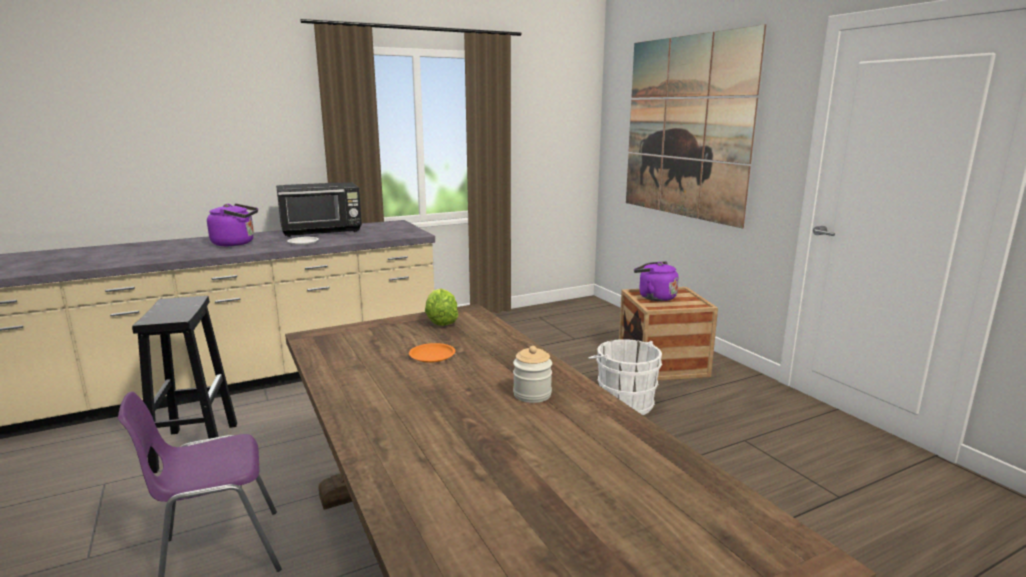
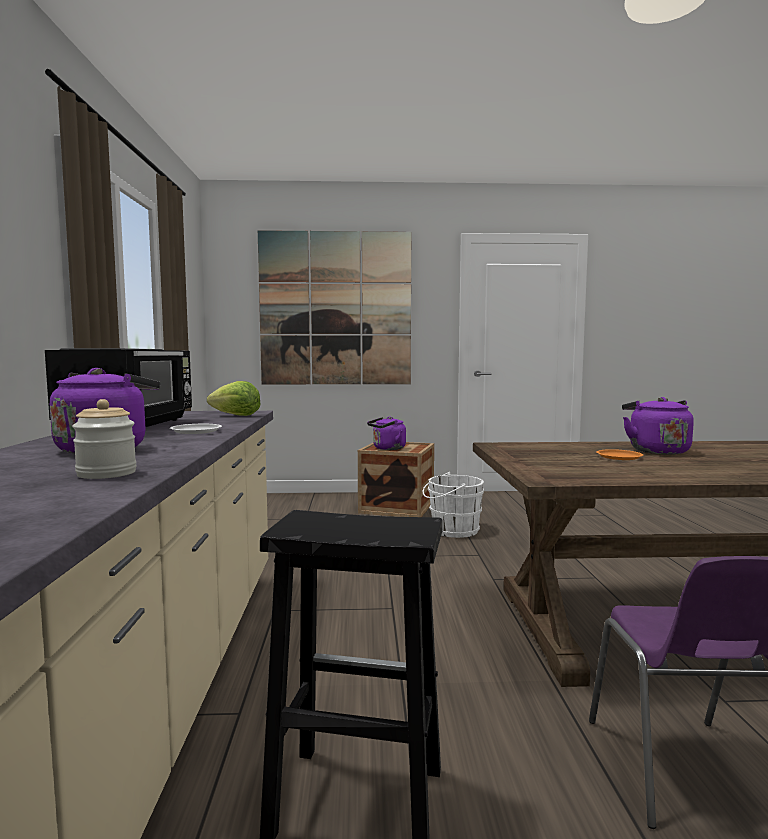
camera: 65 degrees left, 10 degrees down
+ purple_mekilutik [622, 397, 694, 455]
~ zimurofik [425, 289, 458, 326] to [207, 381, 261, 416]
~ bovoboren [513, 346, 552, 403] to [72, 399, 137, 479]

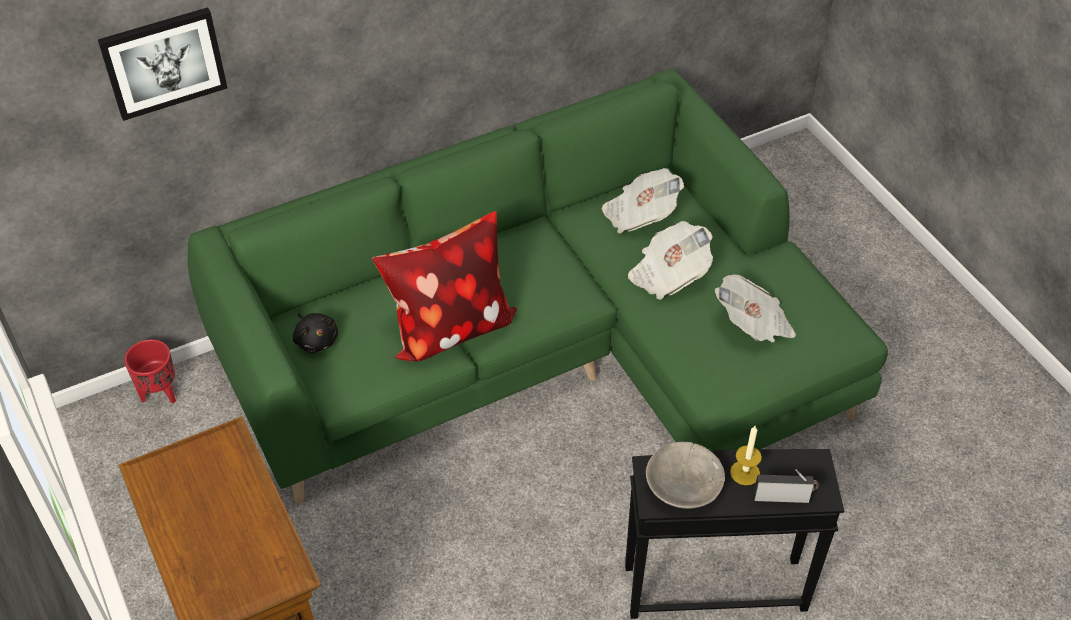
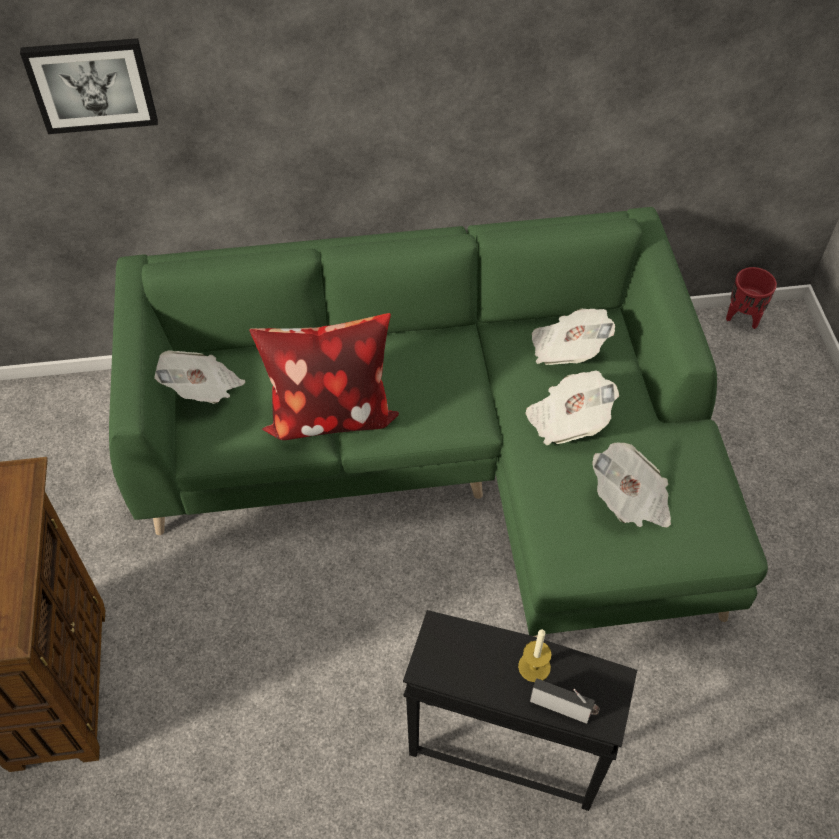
camera: 20 degrees right, 5 degrees up
- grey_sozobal [646, 442, 725, 509]
~ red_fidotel [124, 339, 176, 403] to [726, 267, 777, 329]
~ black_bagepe [293, 313, 338, 353] to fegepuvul [154, 350, 245, 404]

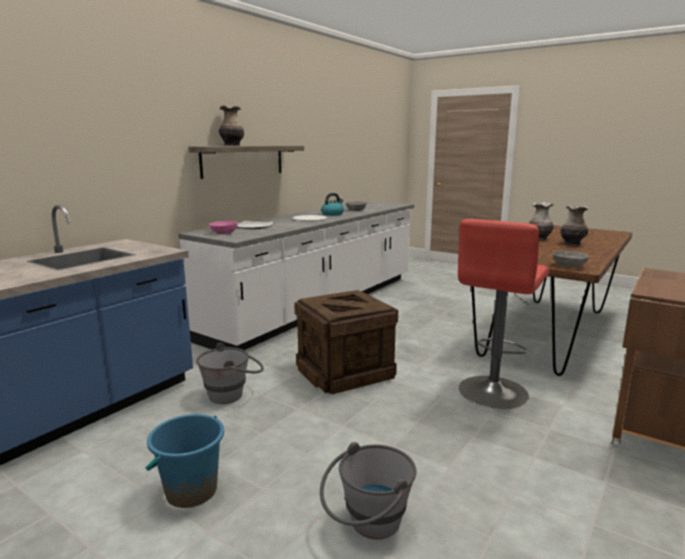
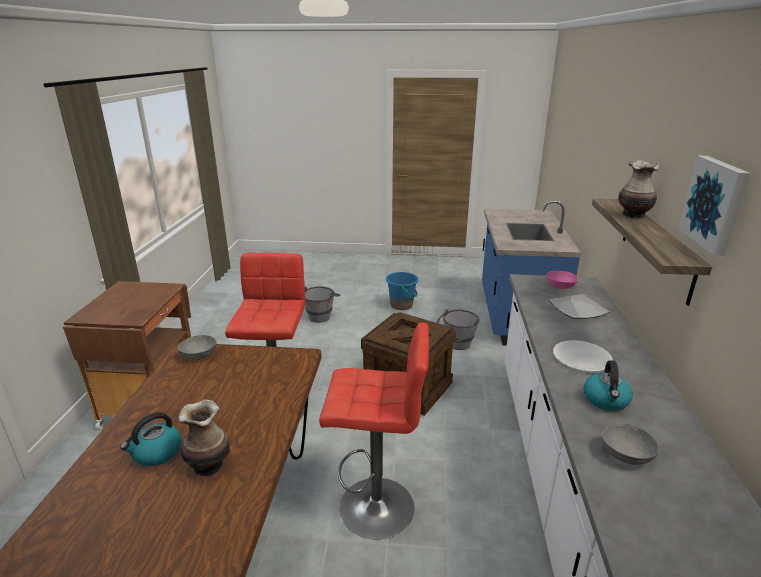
camera: 150 degrees right, 10 degrees up
+ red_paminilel [319, 322, 429, 540]
+ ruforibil [678, 156, 751, 256]
~ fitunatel [560, 205, 589, 245] to mekilutik [120, 412, 181, 466]

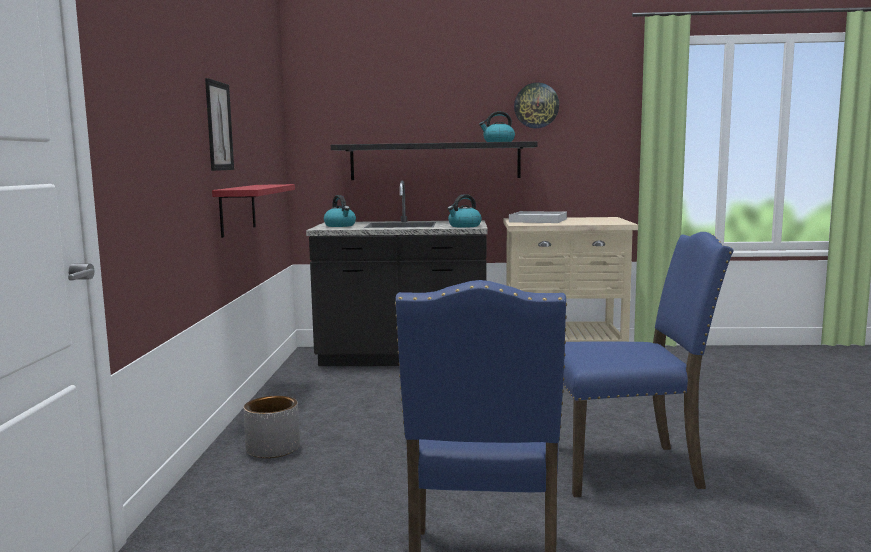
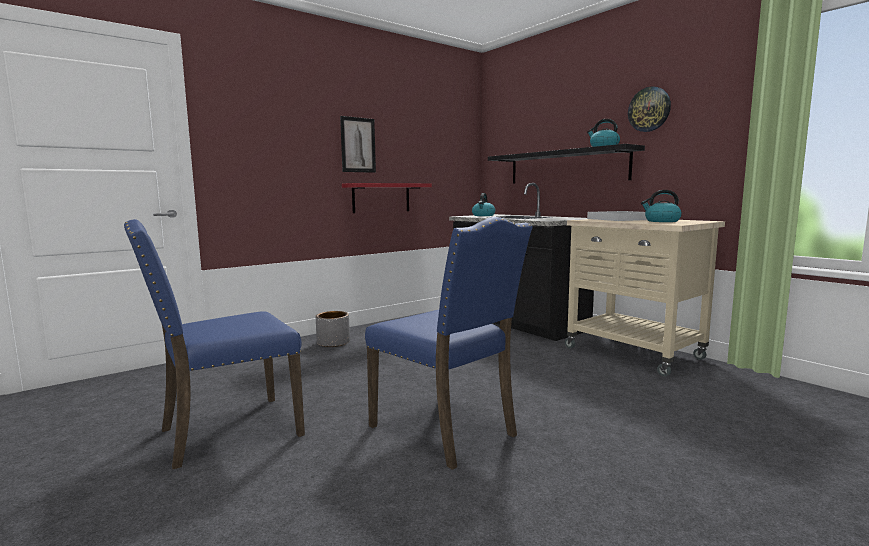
camera: 50 degrees right, 0 degrees up
~ mekilutik [447, 194, 482, 228] to [641, 190, 682, 222]

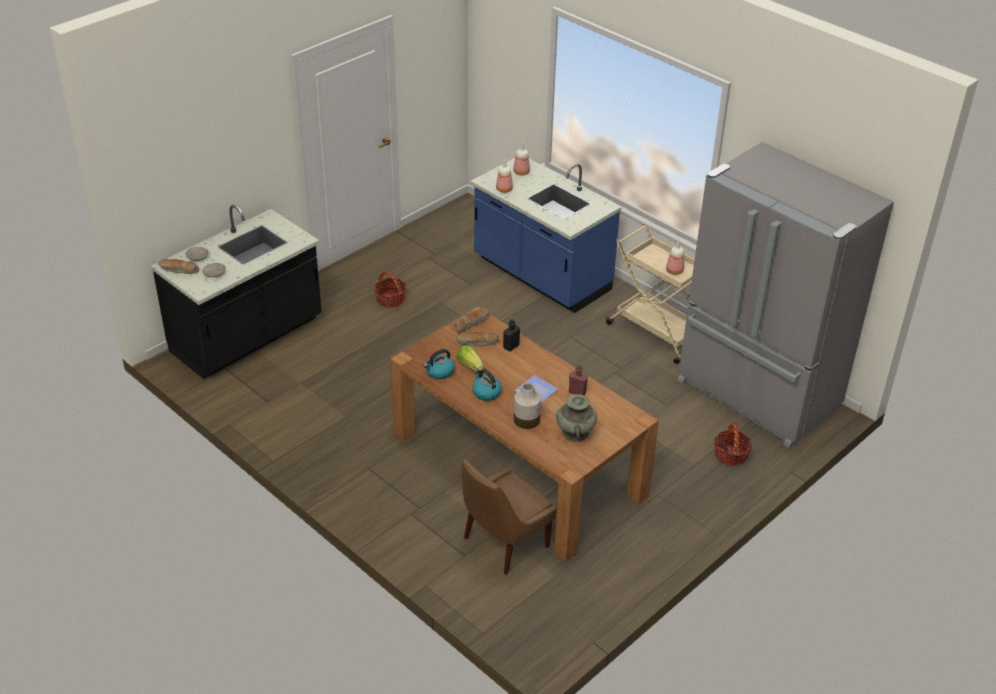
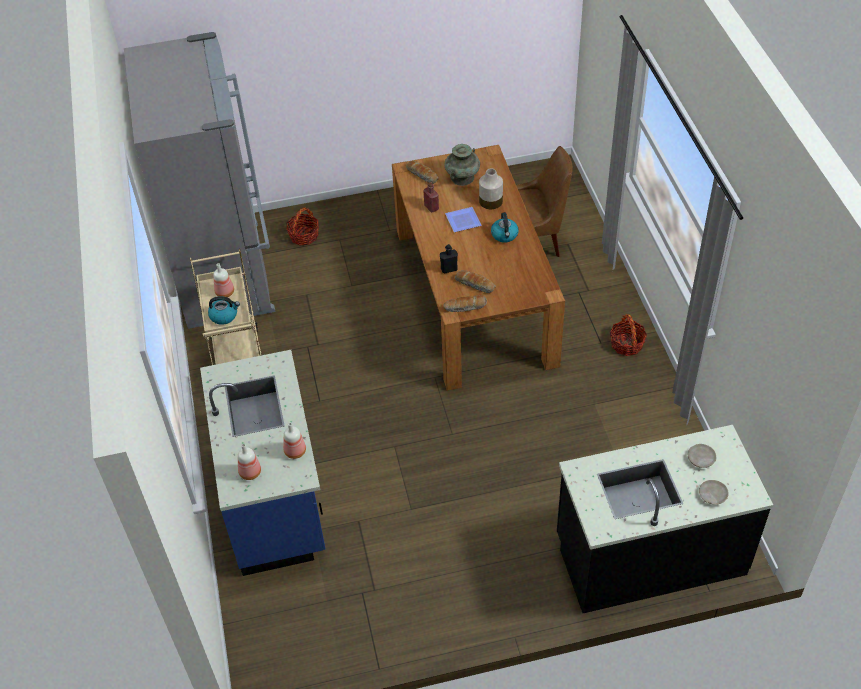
camera: 145 degrees left, 10 degrees up
- zimurofik [457, 345, 484, 371]
~ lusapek [158, 259, 199, 274] to [406, 161, 439, 184]
~ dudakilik [374, 270, 406, 308] to [610, 314, 647, 356]
~ mekilutik [423, 349, 455, 379] to [208, 296, 240, 325]

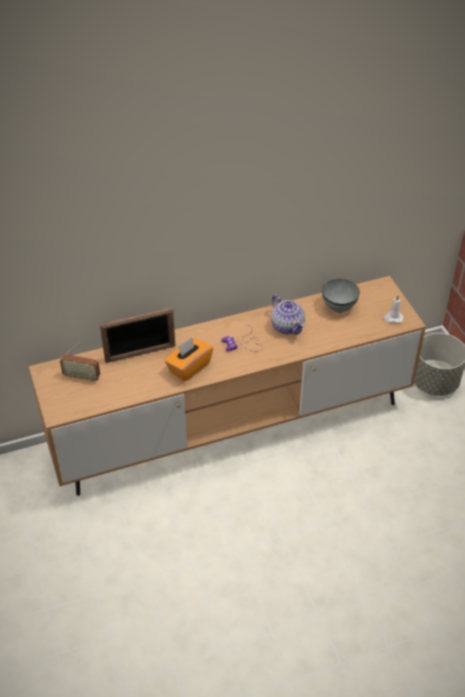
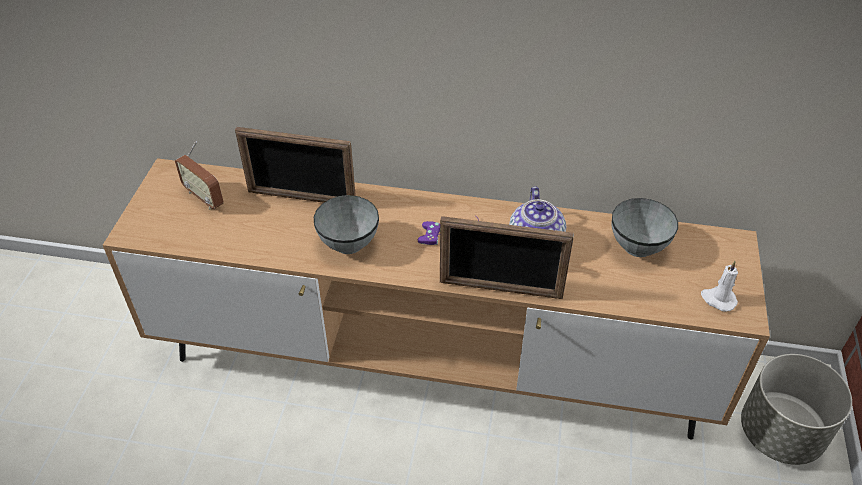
camera: 30 degrees right, 0 degrees up
+ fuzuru [440, 216, 574, 299]
~ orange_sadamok [165, 338, 213, 382] to grey_sozobal [314, 195, 379, 254]

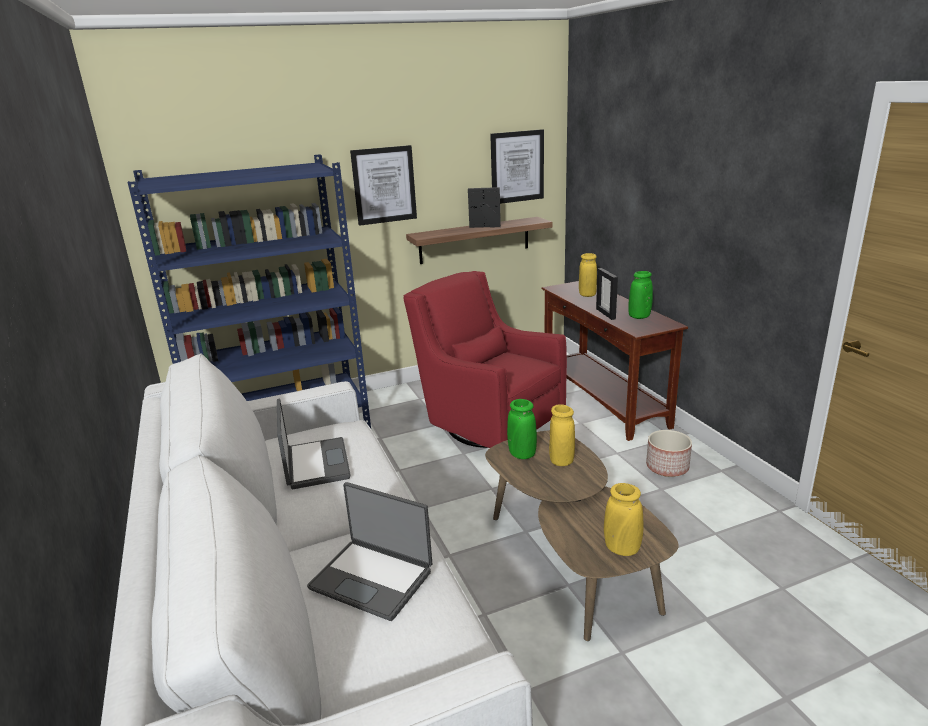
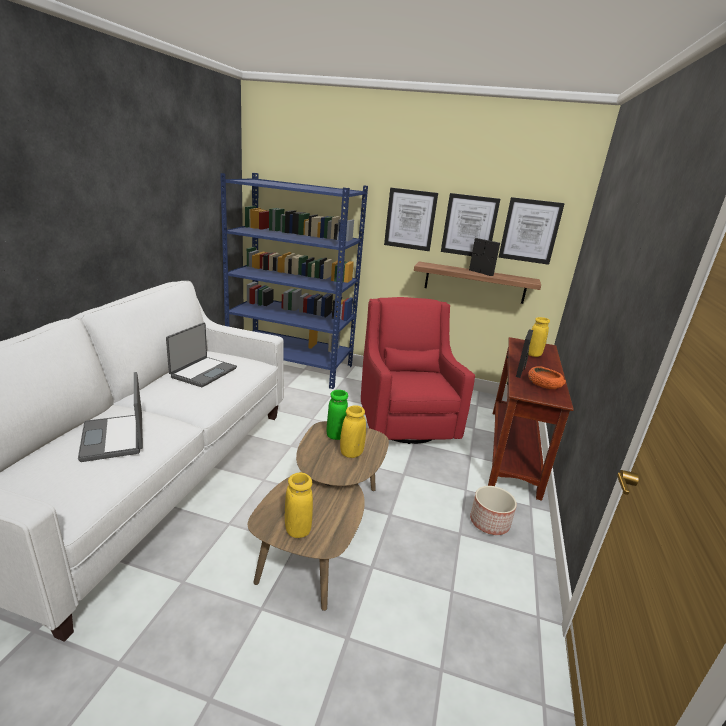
camera: 35 degrees right, 0 degrees up
+ ruforibil [441, 193, 500, 256]
~ green_fitunatel [628, 271, 653, 319] to orange_sozobal [528, 366, 566, 389]

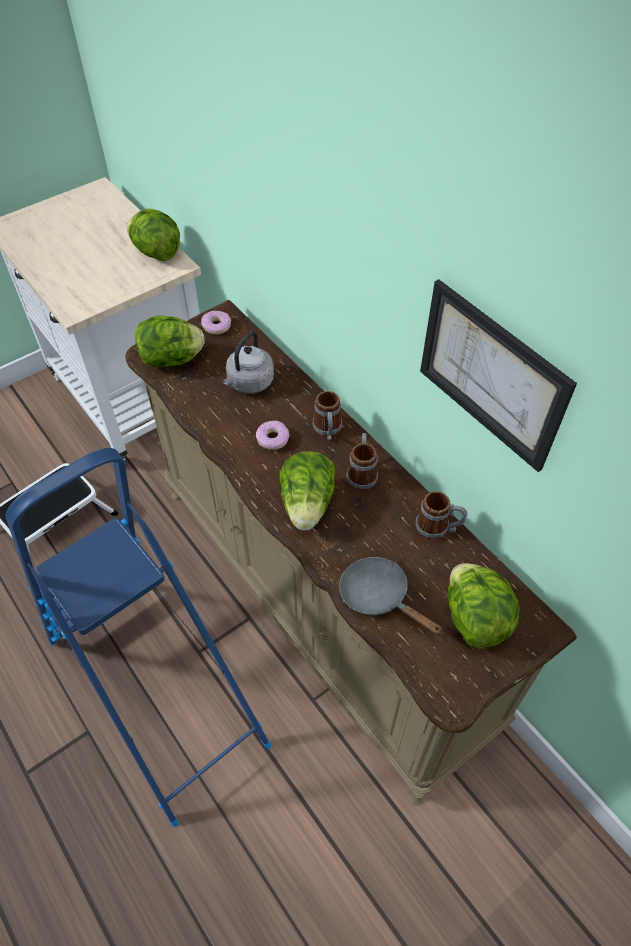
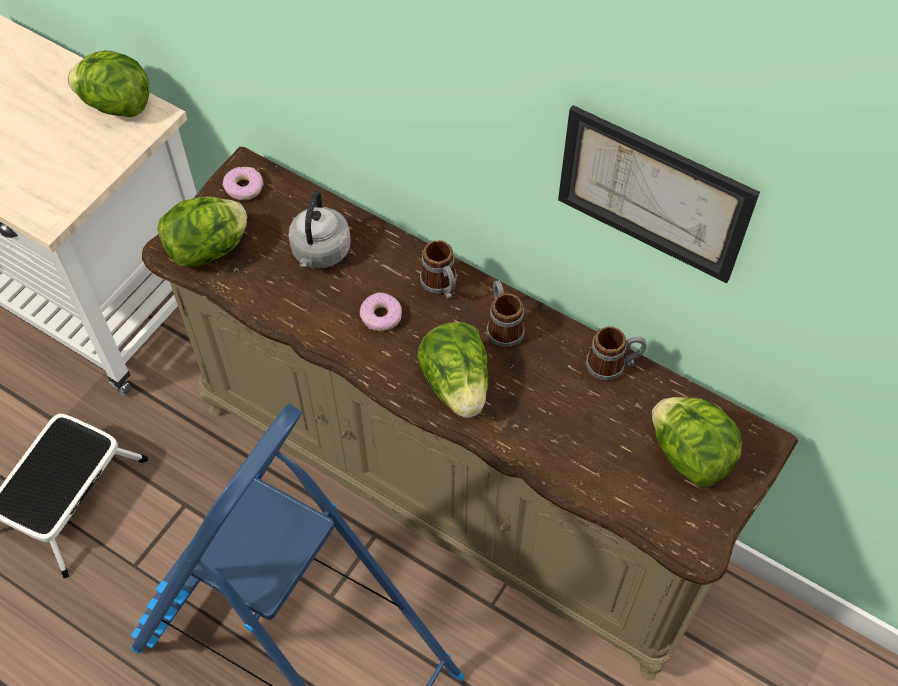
camera: 20 degrees left, 5 degrees up
- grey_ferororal [339, 557, 444, 635]

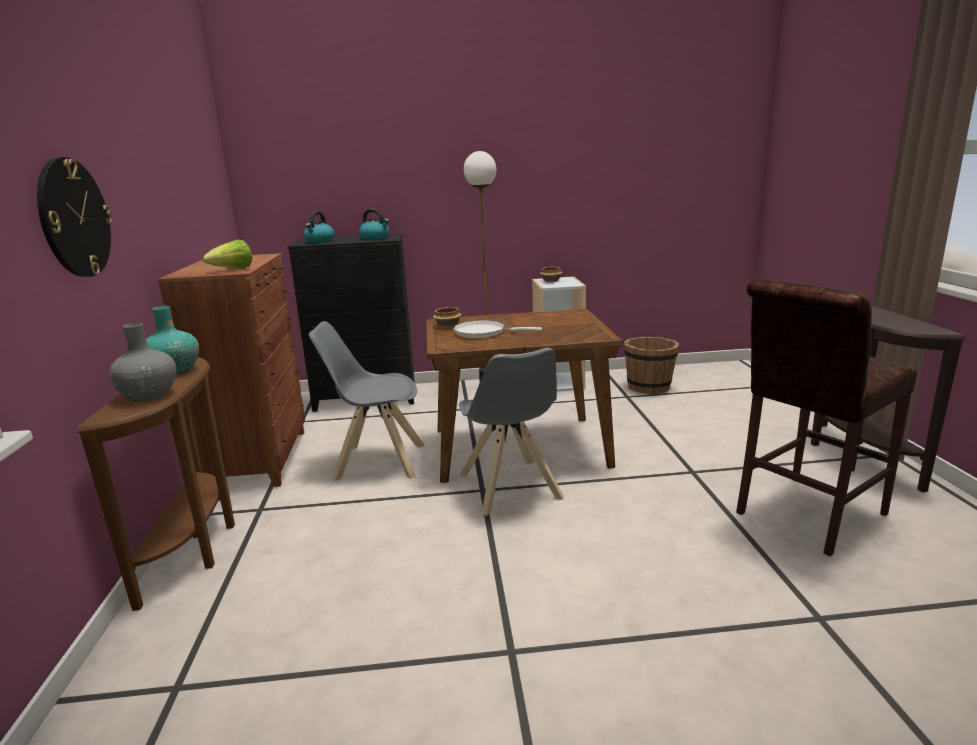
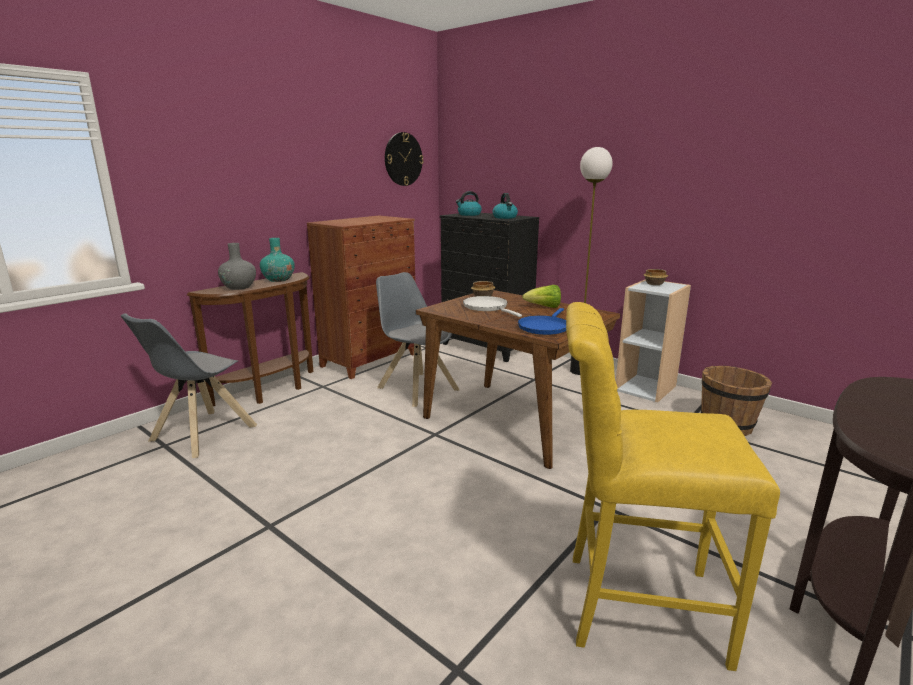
camera: 45 degrees right, 0 degrees up
+ blue_ferororal [518, 308, 566, 335]
~ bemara [37, 157, 113, 277] to [385, 132, 424, 186]
~ zimurofik [203, 240, 252, 269] to [522, 285, 561, 308]
~ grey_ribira [459, 347, 564, 516] to [121, 313, 257, 458]
~ brown_paminilel [736, 279, 917, 556] to yellow_paminilel [566, 302, 780, 671]

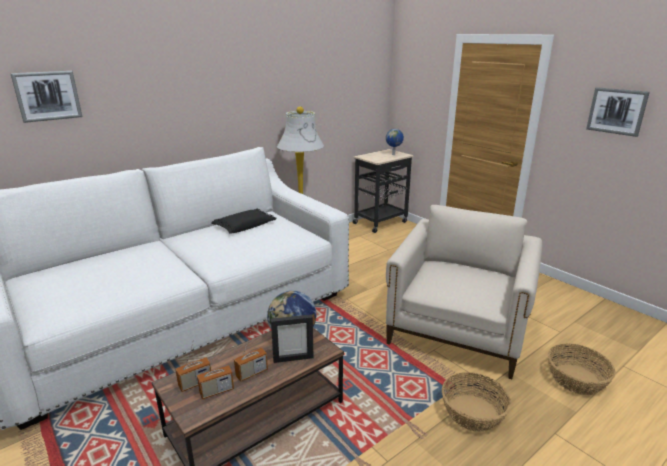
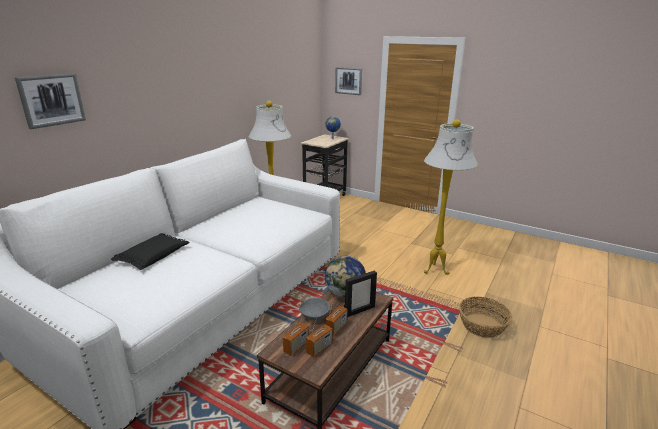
camera: 20 degrees left, 0 degrees up
- dudakilik [548, 343, 616, 395]
+ grey_sozobal [299, 298, 330, 321]
~ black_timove [211, 208, 277, 234] to [111, 233, 189, 270]
~ ruforibil [586, 87, 650, 137] to [335, 67, 362, 95]
~ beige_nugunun [386, 205, 542, 379] to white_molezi [424, 119, 478, 275]

